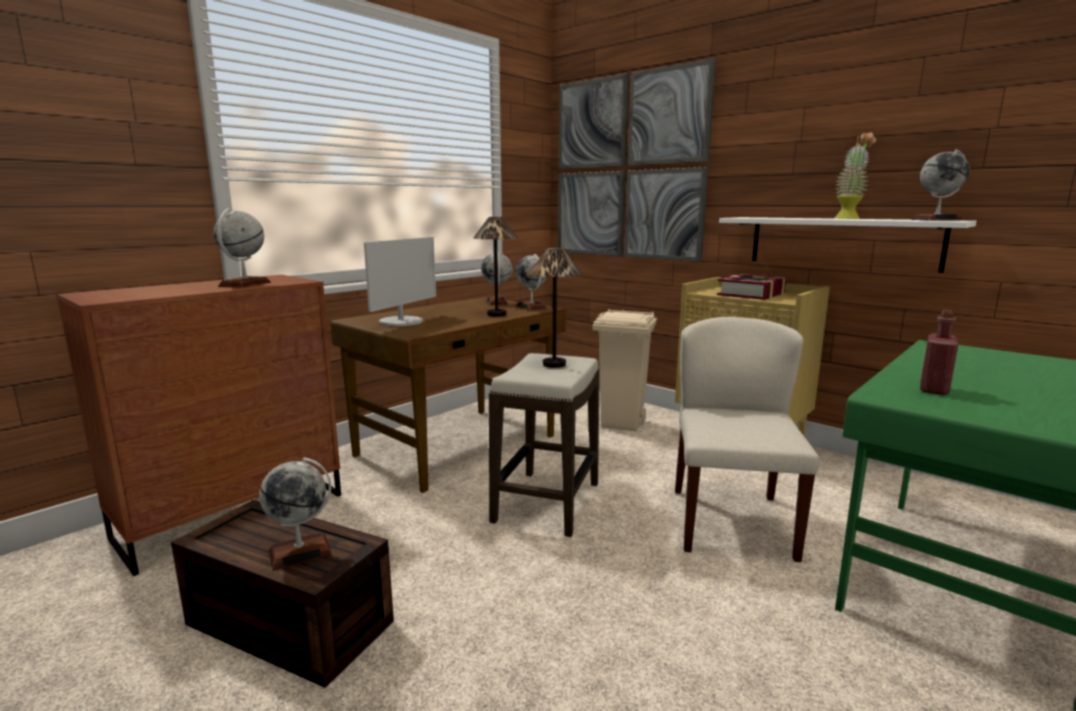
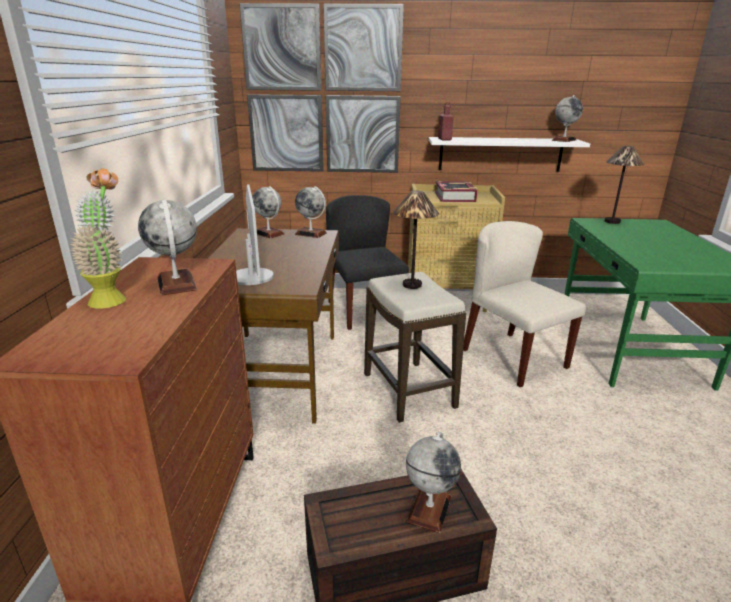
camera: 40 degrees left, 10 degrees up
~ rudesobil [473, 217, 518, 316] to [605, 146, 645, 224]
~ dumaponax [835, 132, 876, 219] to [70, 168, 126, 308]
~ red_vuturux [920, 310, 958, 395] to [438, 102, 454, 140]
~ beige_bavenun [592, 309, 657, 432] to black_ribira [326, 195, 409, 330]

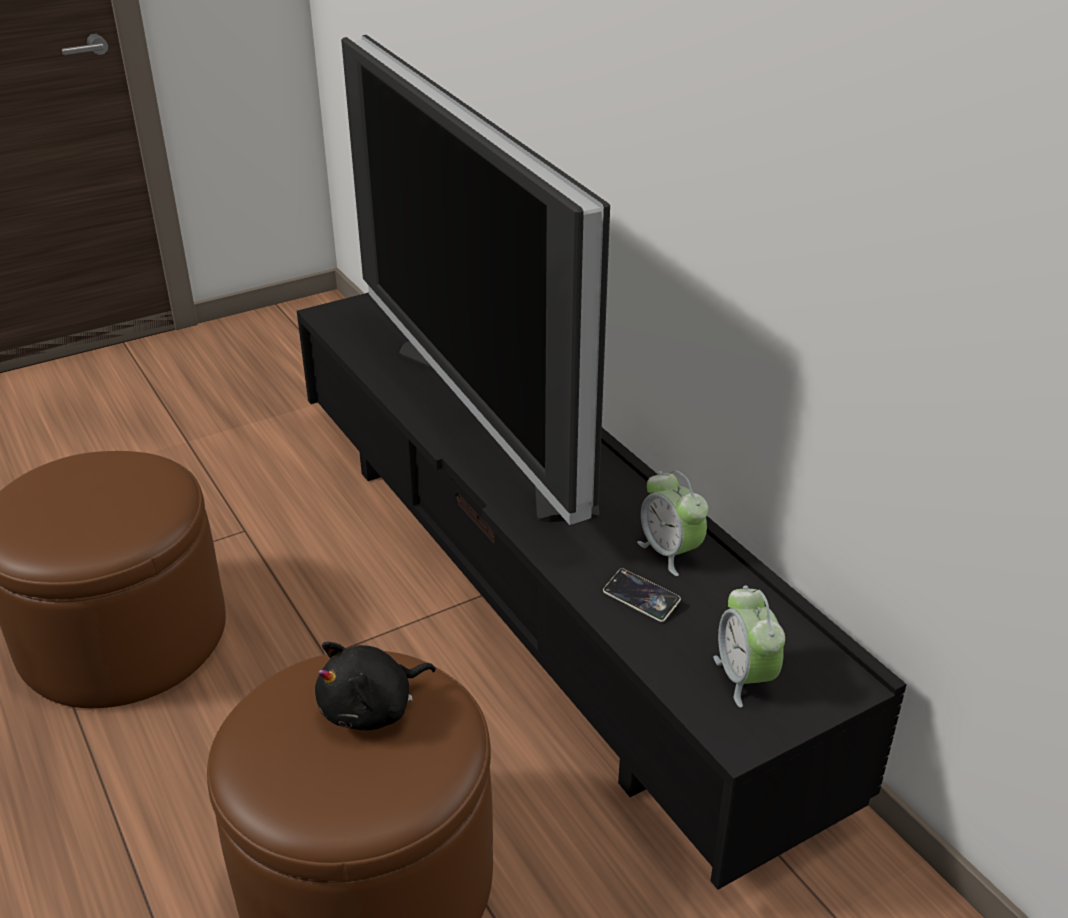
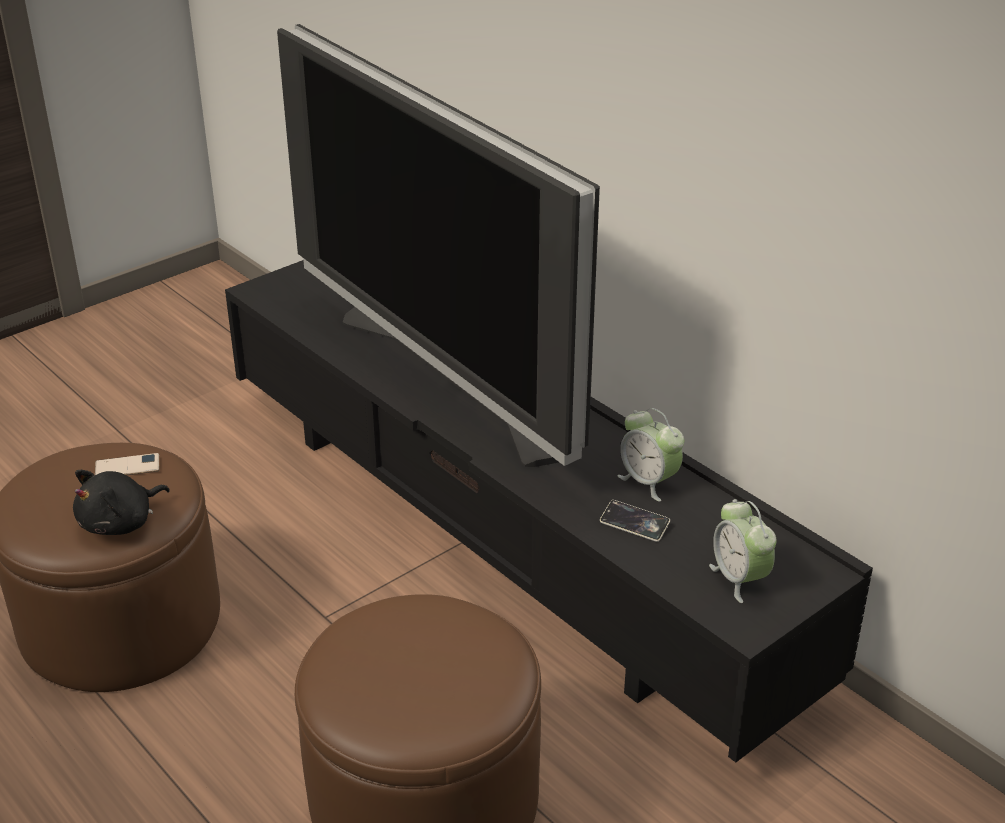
camera: 10 degrees left, 0 degrees up
+ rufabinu [95, 453, 159, 475]
~ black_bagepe [315, 642, 436, 730] to [73, 470, 170, 535]

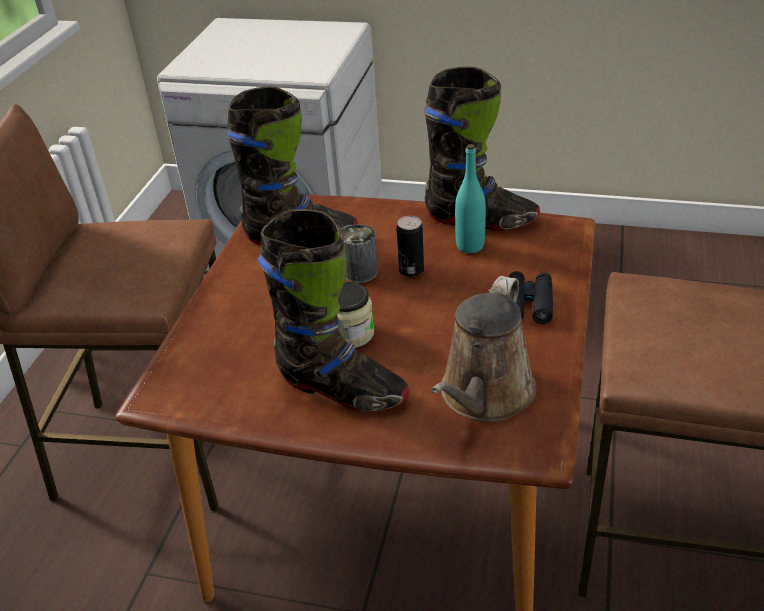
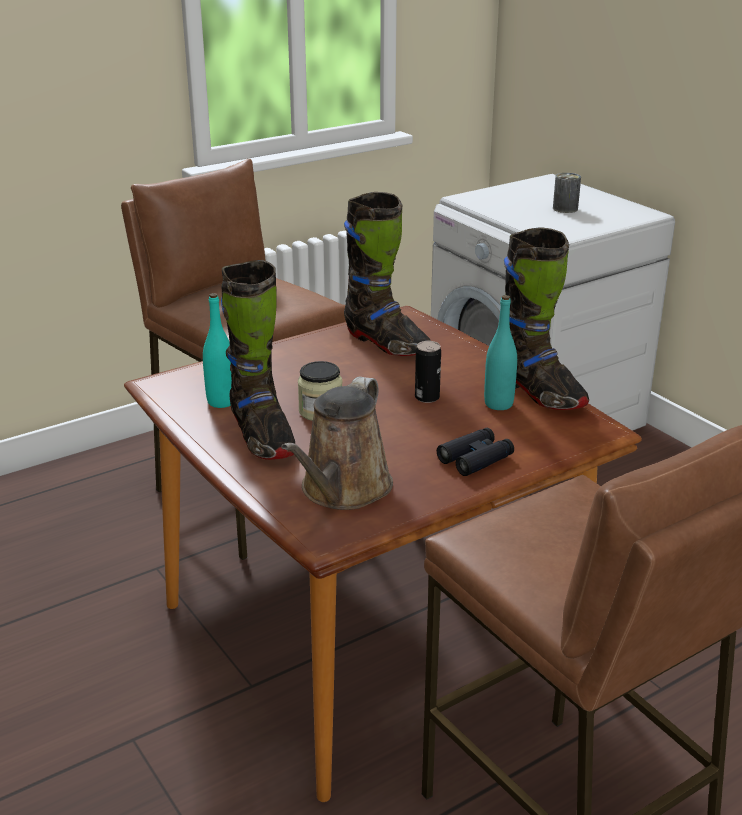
camera: 40 degrees right, 10 degrees down
+ turquoise_vuturux [203, 293, 232, 408]
~ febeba [342, 224, 378, 283] to [553, 173, 581, 213]
~ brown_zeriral [431, 276, 536, 422] = [281, 377, 393, 510] 45 degrees counterclockwise

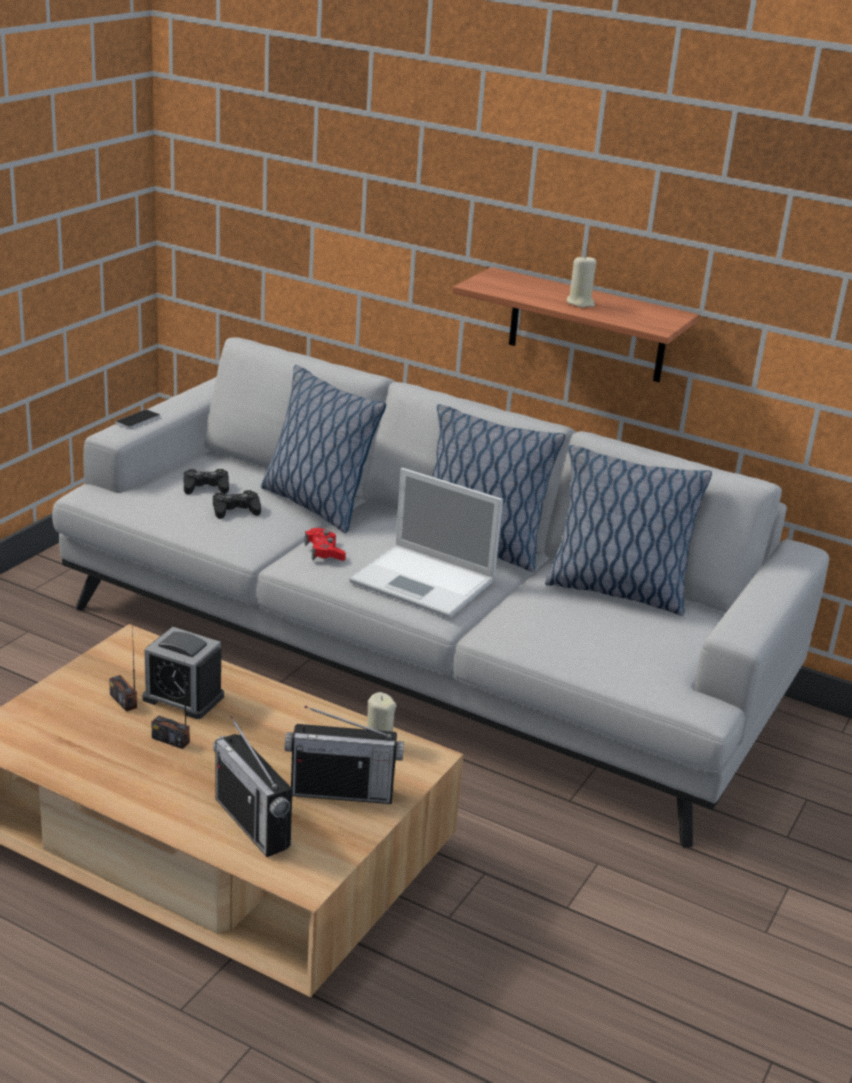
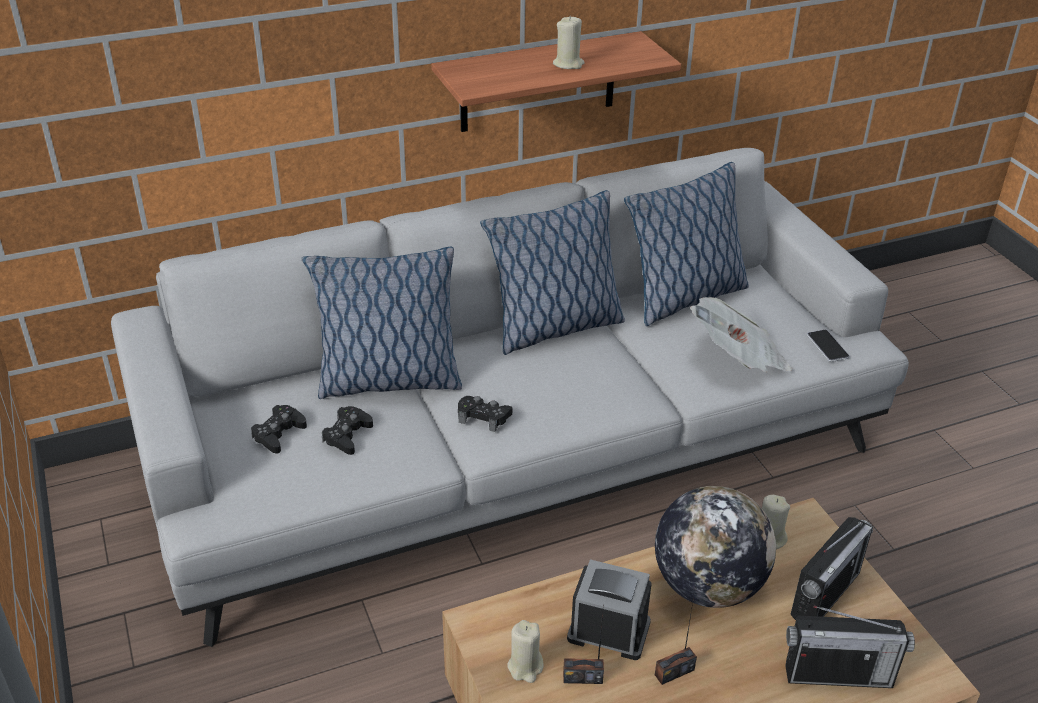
camera: 50 degrees left, 10 degrees up
- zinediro [349, 468, 503, 618]
+ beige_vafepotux [507, 620, 544, 683]
+ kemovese [655, 486, 776, 608]
+ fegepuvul [690, 297, 793, 372]
~ rufabinu [115, 410, 160, 429] to [807, 330, 849, 362]
~ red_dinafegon [304, 528, 346, 561] to black_dinafegon [458, 396, 512, 432]
~ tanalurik [142, 627, 224, 719] = [567, 559, 652, 660] 135 degrees counterclockwise

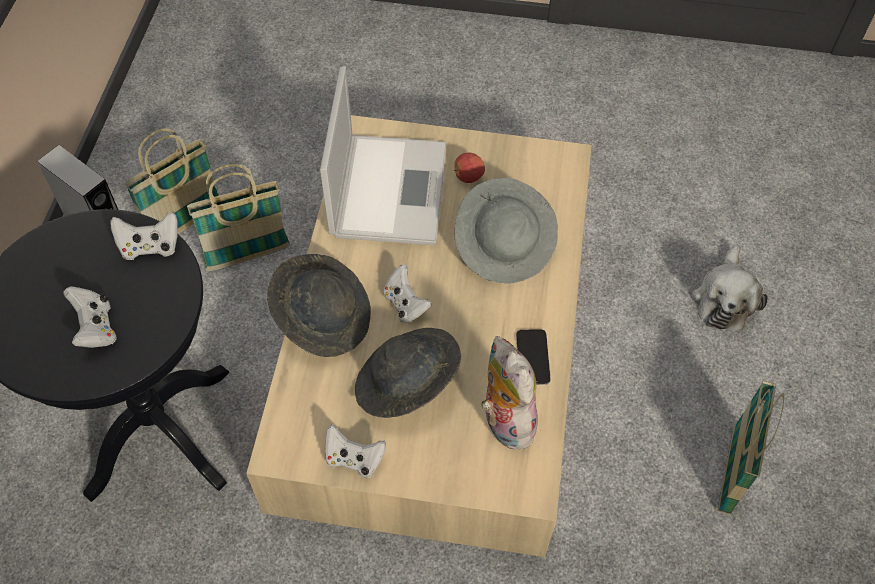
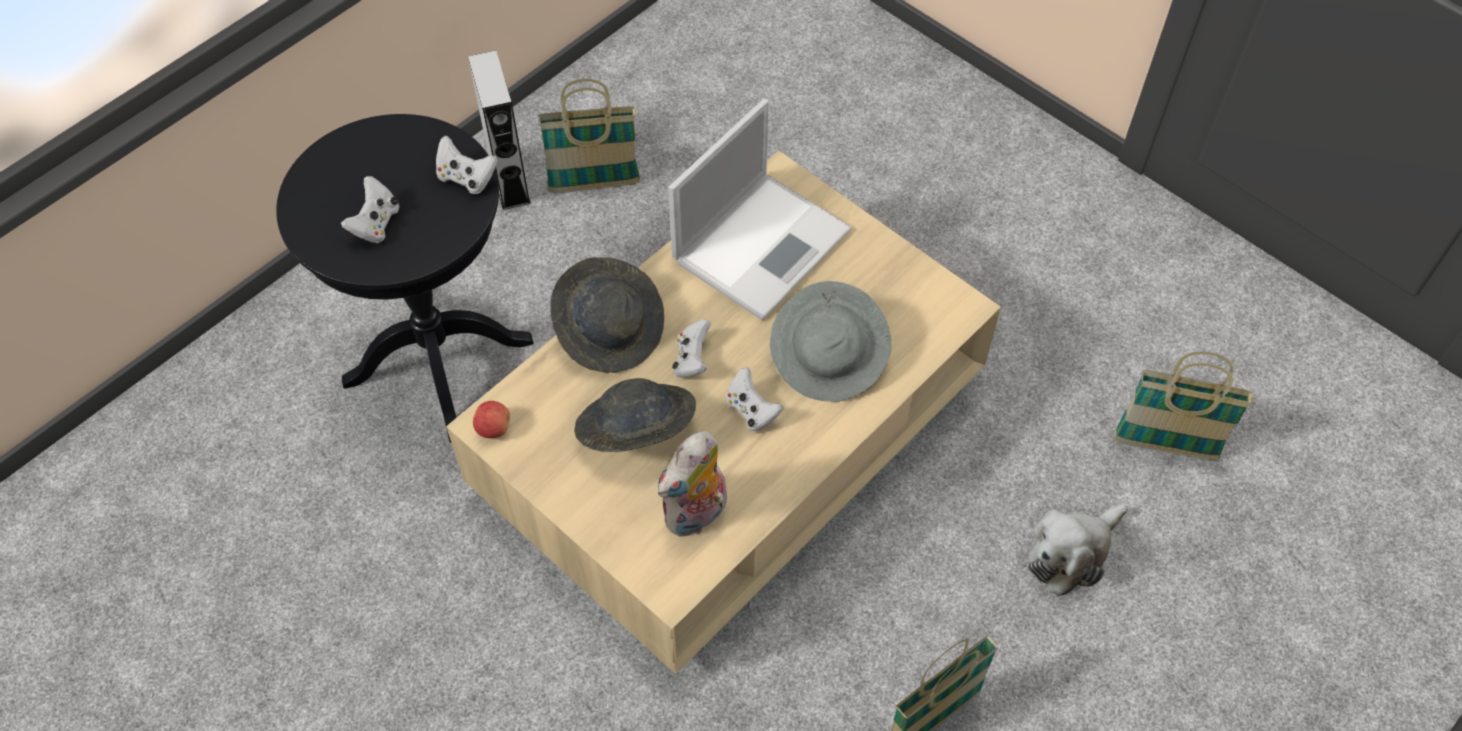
camera: 35 degrees right, 0 degrees up
- rufabinu [516, 329, 551, 385]
~ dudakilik [187, 164, 290, 271] to [1114, 352, 1253, 460]
~ white_dinafegon [325, 424, 386, 478] to [725, 367, 783, 432]
~ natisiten [454, 153, 485, 183] to [473, 401, 510, 438]
~ bagepe [481, 336, 539, 449] = [658, 431, 727, 537] 150 degrees counterclockwise

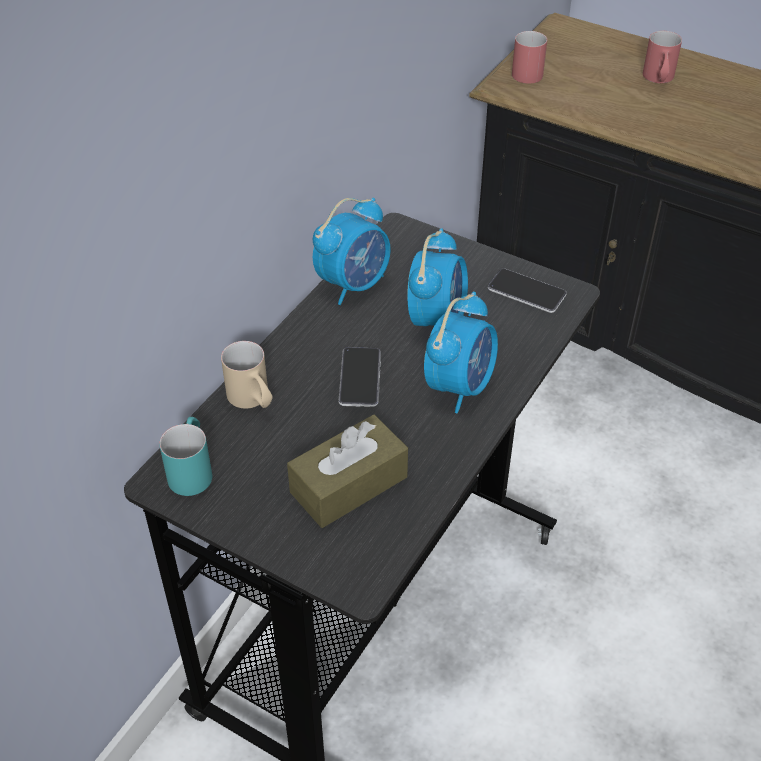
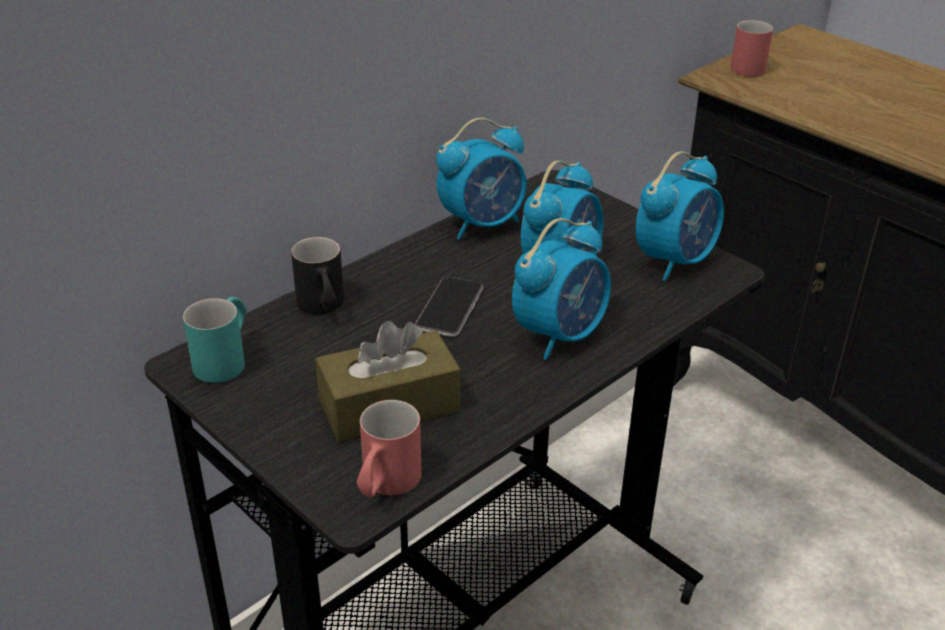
camera: 15 degrees right, 10 degrees down
~ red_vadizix [643, 31, 682, 83] to [357, 400, 422, 498]
~ rufabinu [488, 268, 567, 313] to tanalurik [636, 151, 724, 281]
~ beige_vadizix [221, 341, 273, 409] to black_vadizix [291, 237, 344, 315]

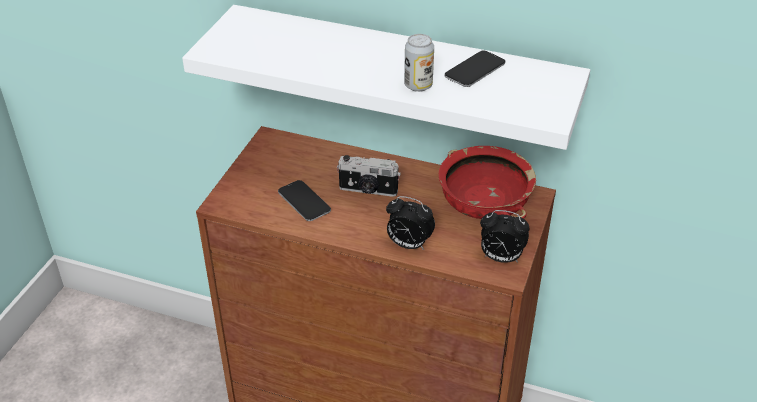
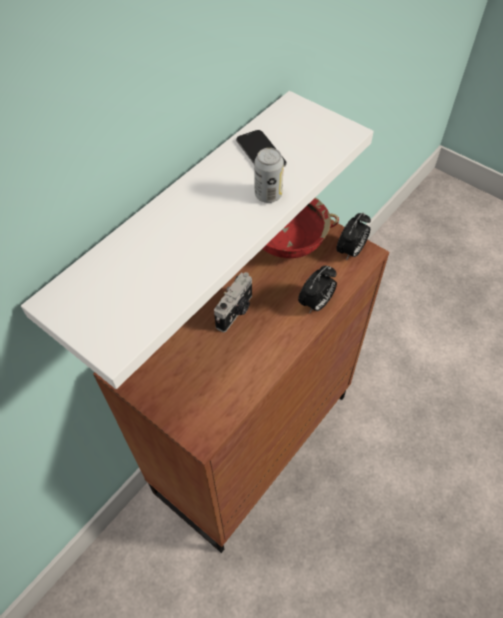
camera: 70 degrees left, 15 degrees up
- rufabinu [278, 180, 331, 221]

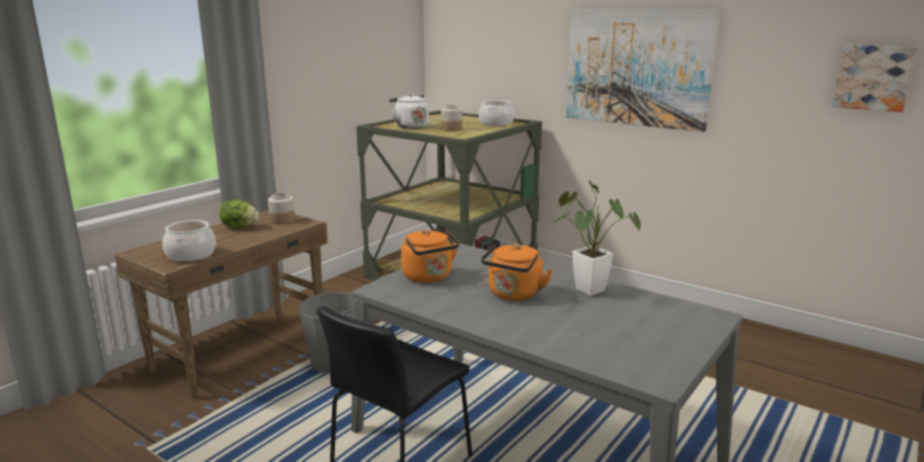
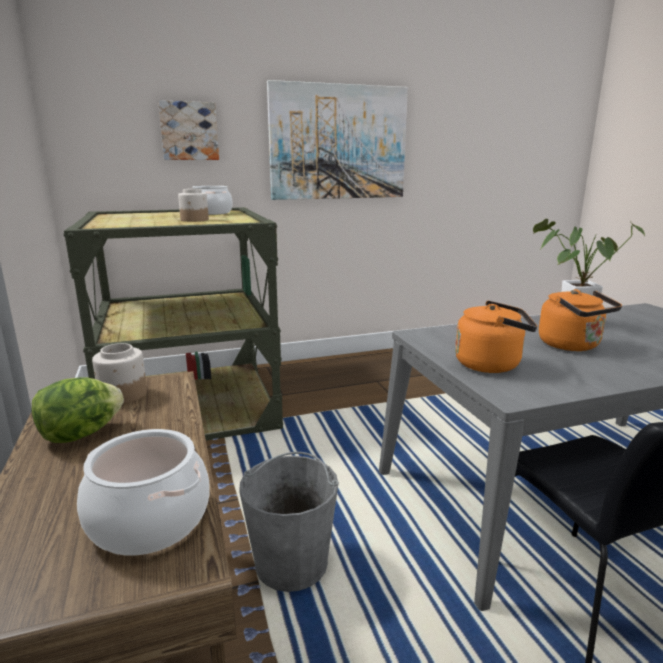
camera: 55 degrees left, 0 degrees up
- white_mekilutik [389, 94, 429, 129]
~ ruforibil [832, 44, 917, 112] to [158, 100, 219, 160]

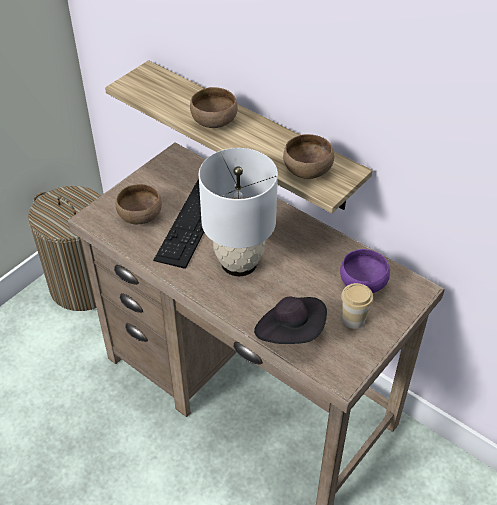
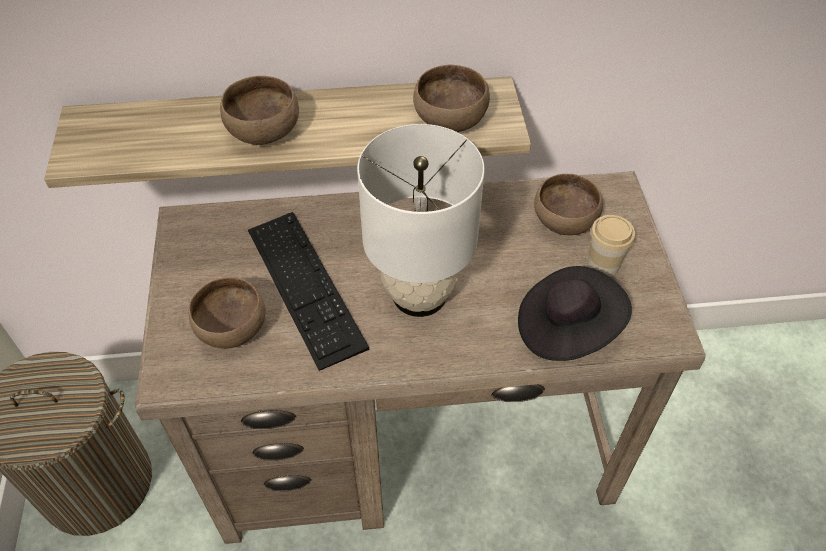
camera: 45 degrees left, 5 degrees up
~ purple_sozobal [340, 249, 390, 293] to brown_sozobal [534, 174, 603, 235]

